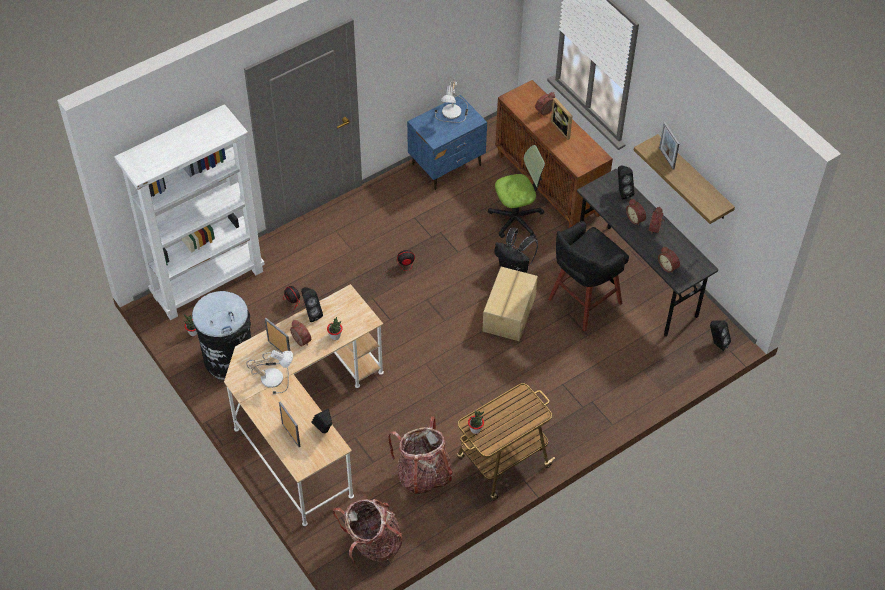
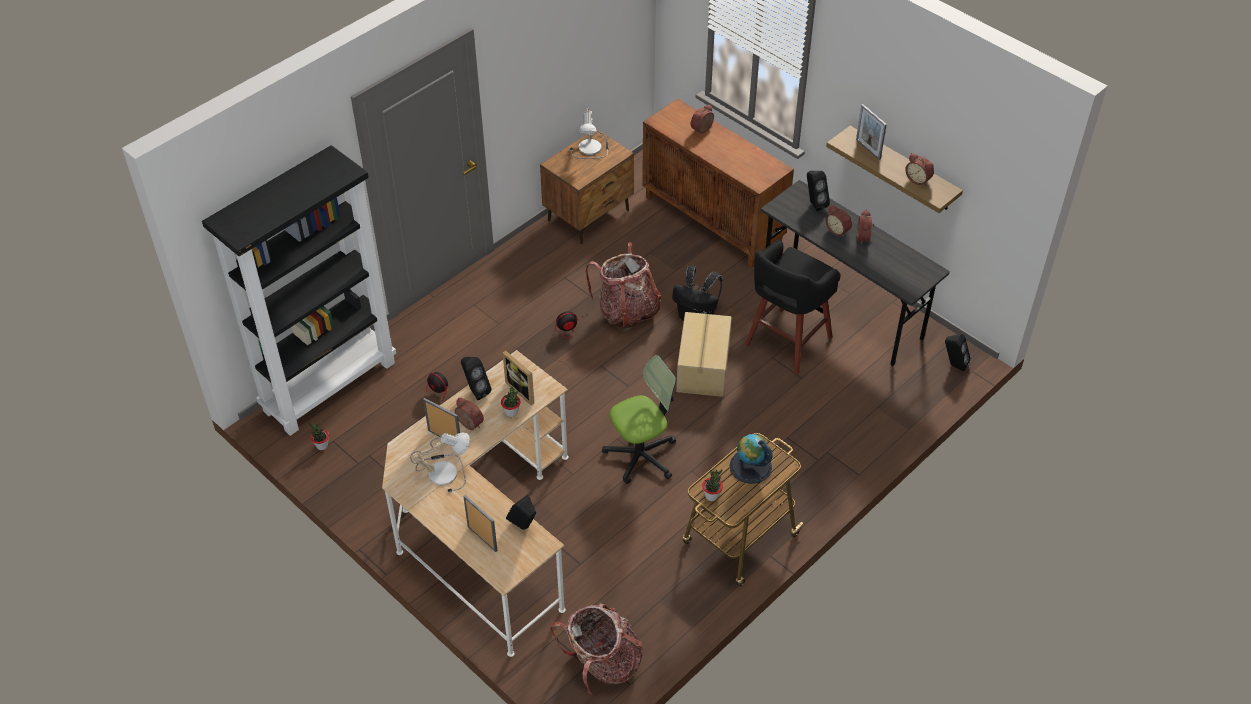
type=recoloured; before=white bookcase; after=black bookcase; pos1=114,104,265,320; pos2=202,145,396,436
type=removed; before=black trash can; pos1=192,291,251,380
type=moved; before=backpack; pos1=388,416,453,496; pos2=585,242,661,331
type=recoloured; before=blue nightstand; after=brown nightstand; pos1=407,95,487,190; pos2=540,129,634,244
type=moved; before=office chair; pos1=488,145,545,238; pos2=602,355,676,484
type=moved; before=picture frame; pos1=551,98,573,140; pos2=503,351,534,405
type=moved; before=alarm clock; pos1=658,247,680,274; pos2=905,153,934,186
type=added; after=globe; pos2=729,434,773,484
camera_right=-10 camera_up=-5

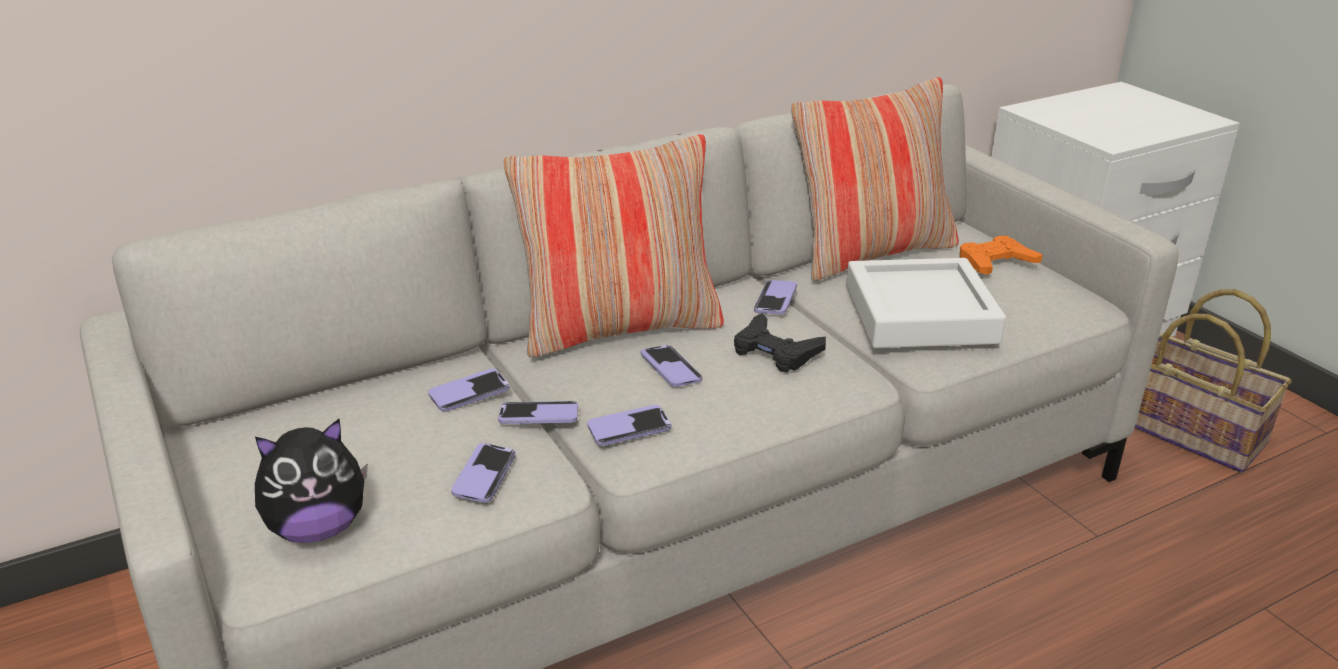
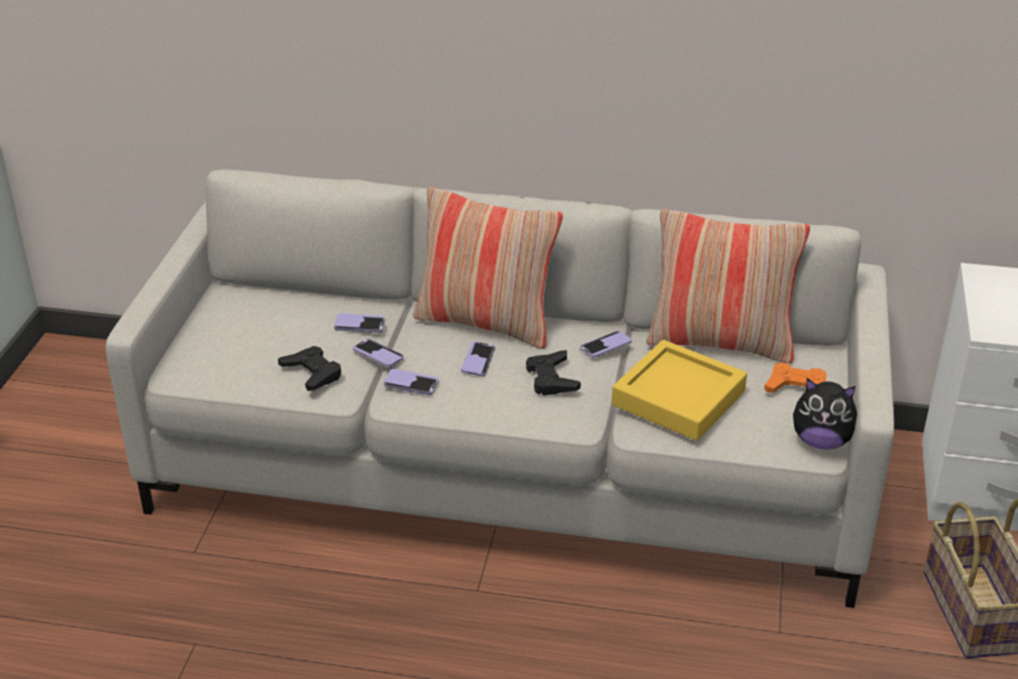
type=moved; before=plush toy; pos1=255,419,368,543; pos2=793,378,857,450
type=replaced; before=phone; after=black game controller; pos1=451,443,516,503; pos2=278,346,341,391
type=recoloured; before=white tray; after=yellow tray; pos1=846,258,1006,348; pos2=612,340,747,441
camera_right=40 camera_up=5

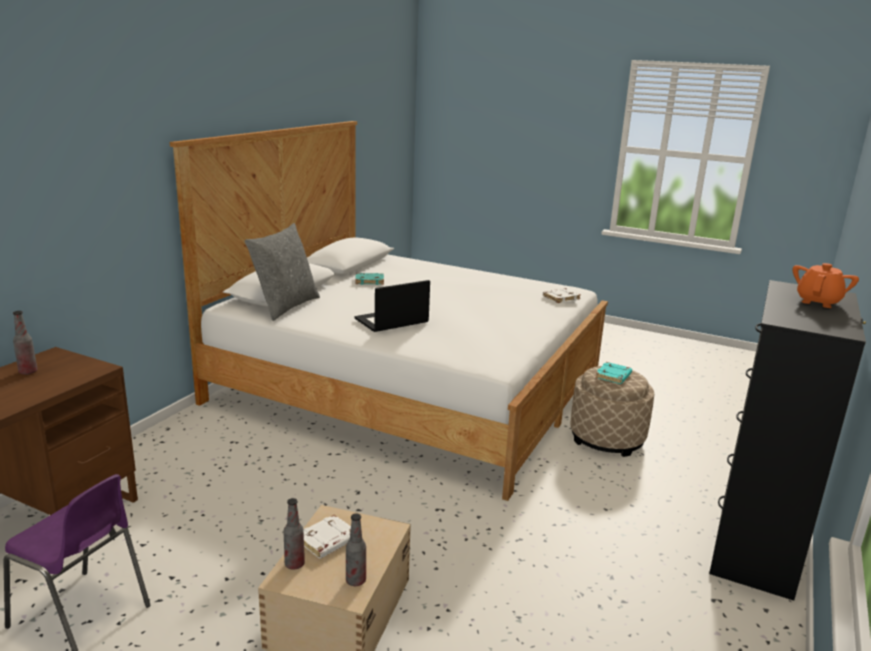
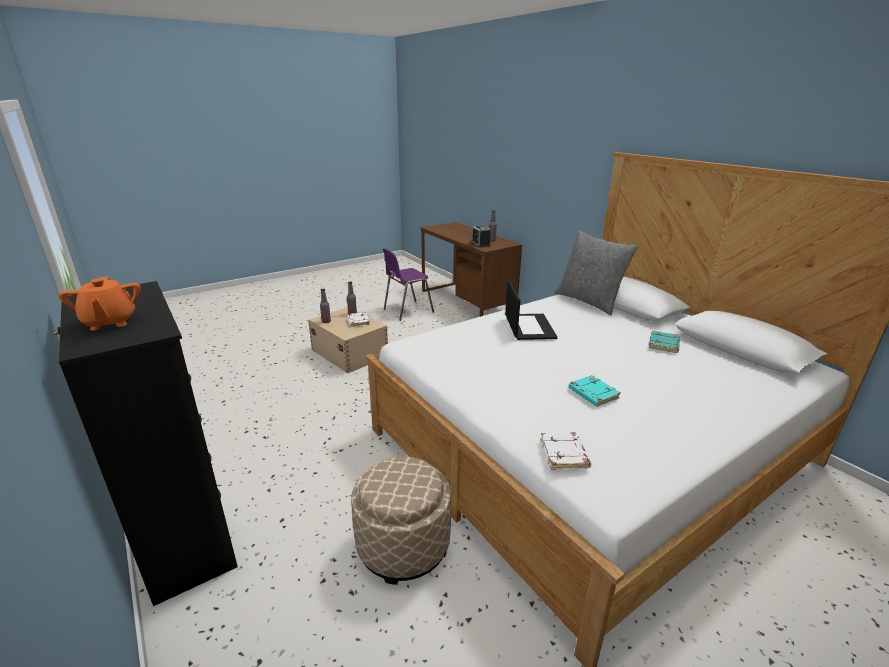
type=moved; before=turquoise book; pos1=595,362,632,384; pos2=569,375,621,407
type=added; after=alarm clock; pos2=471,226,491,248
camera_right=120 camera_up=5

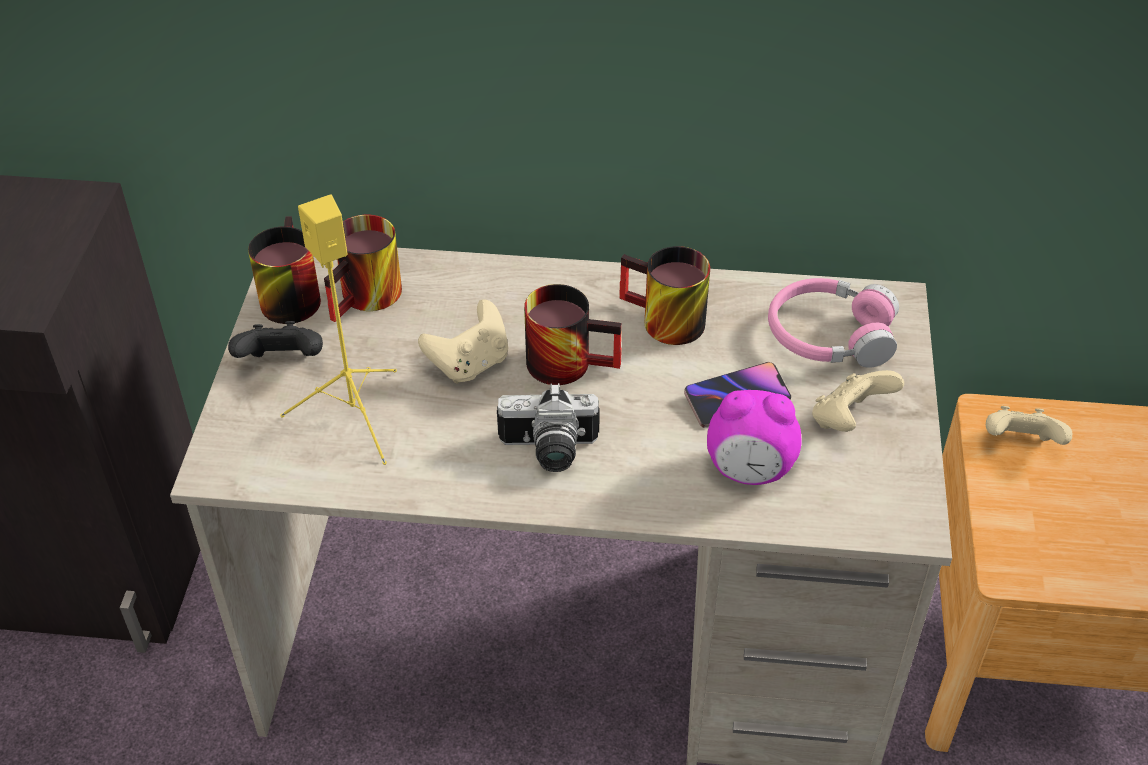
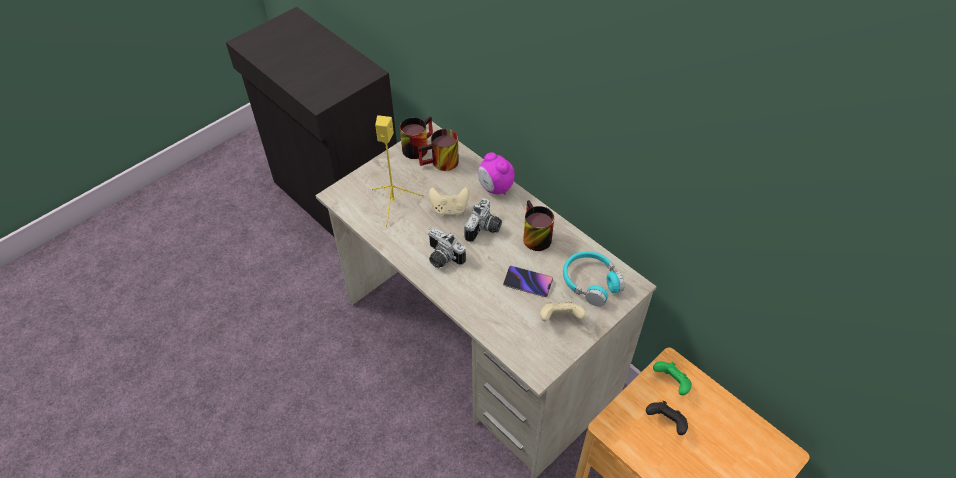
type=moved; before=black game controller; pos1=228,321,323,358; pos2=646,401,688,435
type=replaced; before=mug; after=photo camera; pos1=524,284,622,385; pos2=464,198,502,242
type=moved; before=alarm clock; pos1=707,390,802,485; pos2=478,152,515,195
type=recoloured; before=pink headphones; after=turquoise headphones; pos1=768,278,899,368; pos2=563,251,625,307
type=recoloured; before=beige game controller; after=green game controller; pos1=986,406,1072,445; pos2=653,361,692,395
camera_right=40 camera_up=5

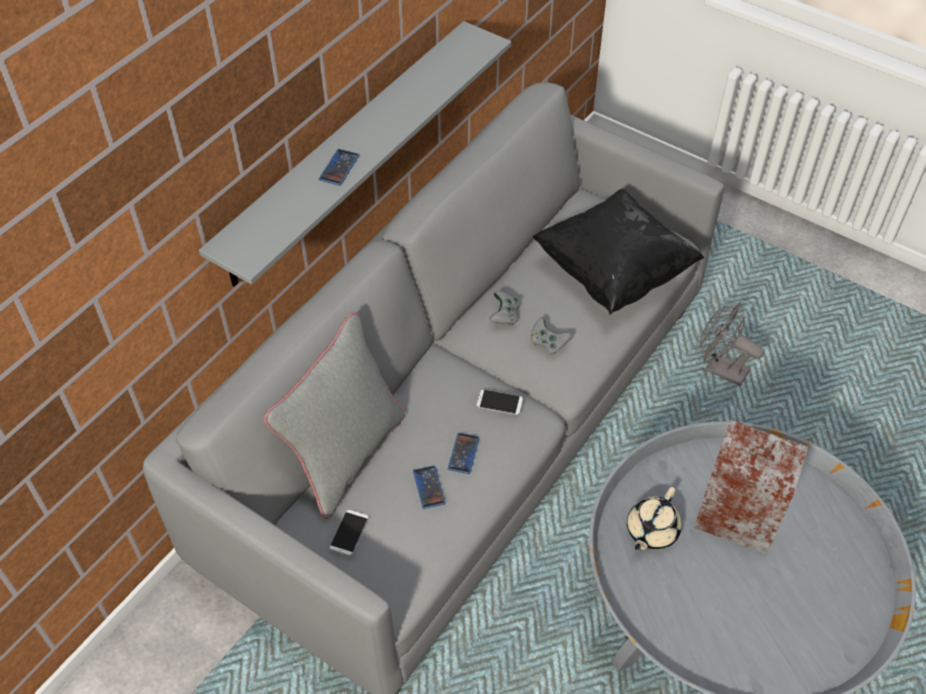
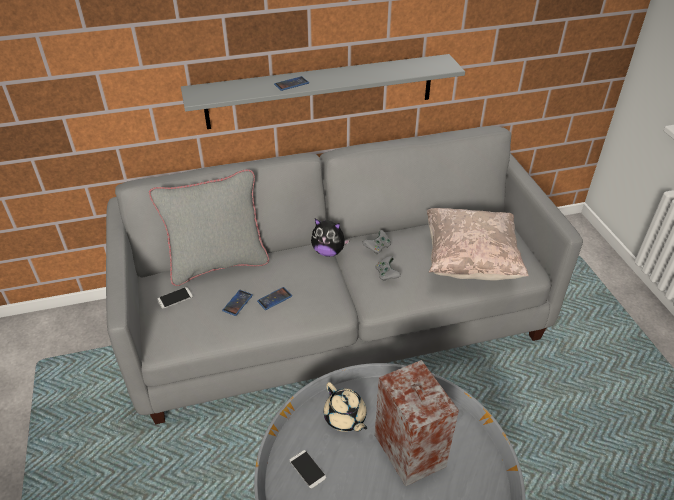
type=moved; before=phone; pos1=476,389,523,415; pos2=289,450,326,489
type=recoloured; before=black pillow; after=beige pillow; pos1=533,189,704,315; pos2=427,208,529,280
type=turned; before=beige teapot; pos1=627,487,682,550; pos2=324,382,367,432; turn=-105
type=removed; before=grey fan; pos1=700,302,764,386
type=added; after=plush toy; pos2=311,219,350,257
camera_right=40 camera_up=-10

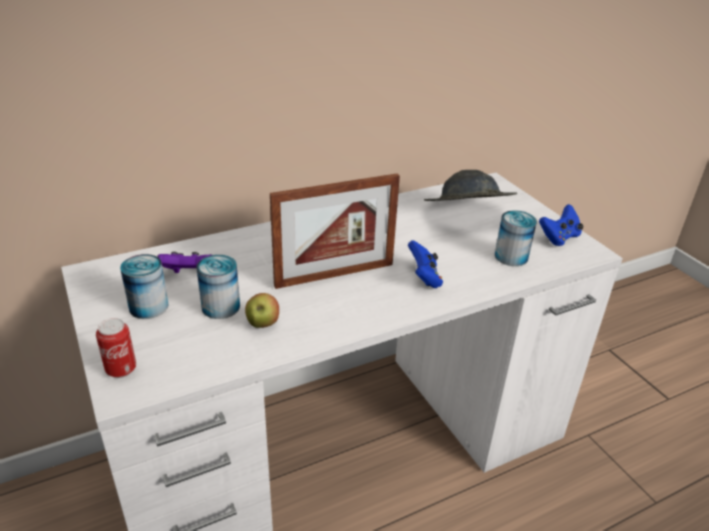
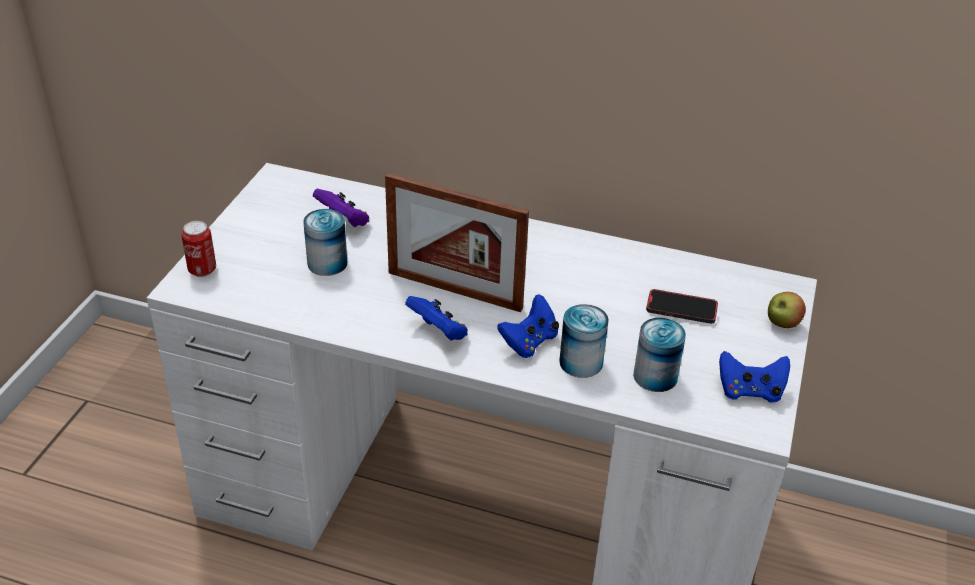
type=moved; before=can; pos1=120,254,168,319; pos2=559,304,609,378
type=moved; before=apple; pos1=245,293,279,328; pos2=768,292,806,328
type=replaced; before=grey hat; after=phone; pos1=424,170,517,201; pos2=646,289,718,324
type=added; after=blue game controller; pos2=405,296,468,341
camera_right=45 camera_up=5

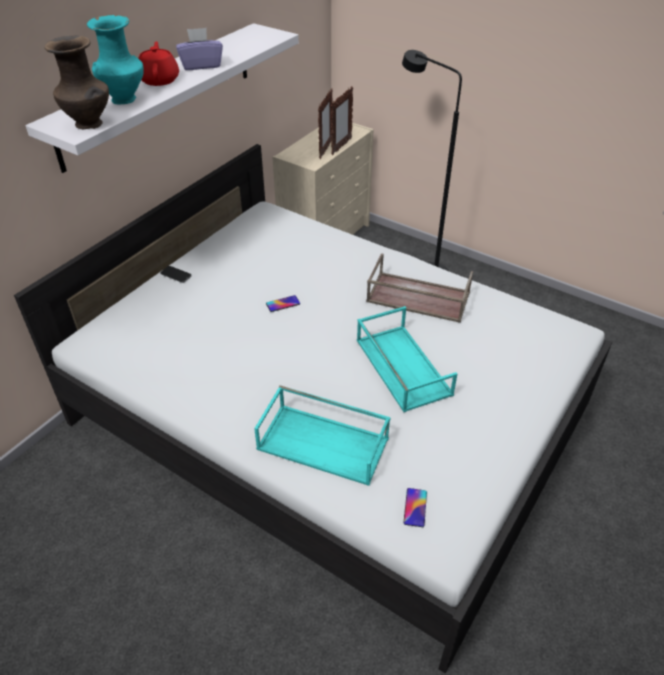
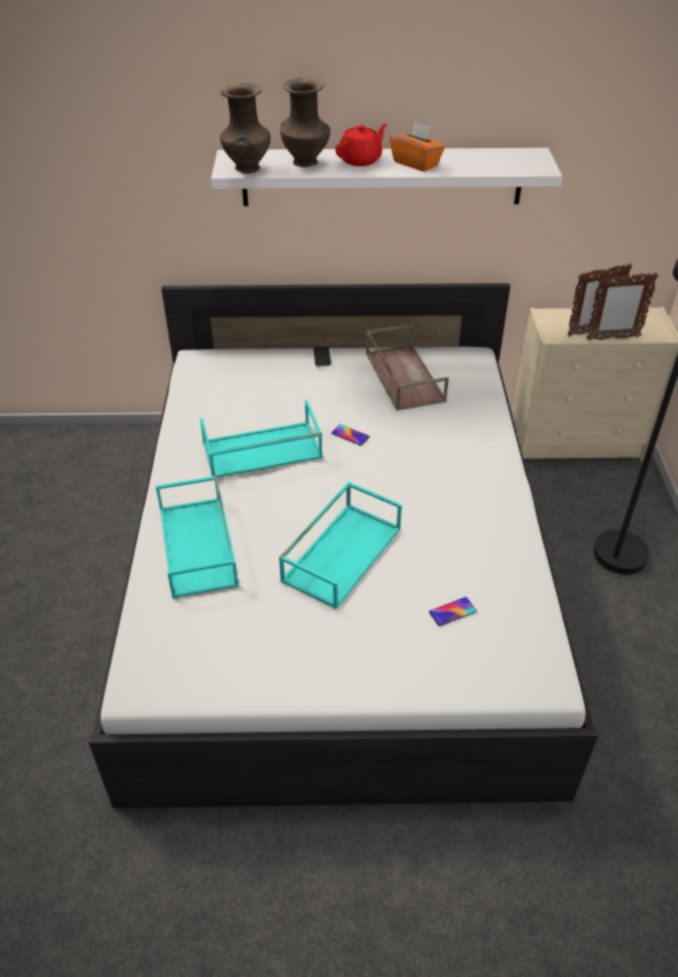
type=recoloured; before=turquoise vase; after=brown vase; pos1=87,15,144,105; pos2=280,78,331,167
type=recoloured; before=purple tissue box; after=orange tissue box; pos1=176,28,223,70; pos2=390,121,445,172
type=moved; before=brown tray; pos1=366,253,473,323; pos2=366,324,449,411
type=moved; before=phone; pos1=403,488,427,527; pos2=429,597,477,626
type=added; after=turquoise tray; pos2=200,400,323,478
camera_right=55 camera_up=0

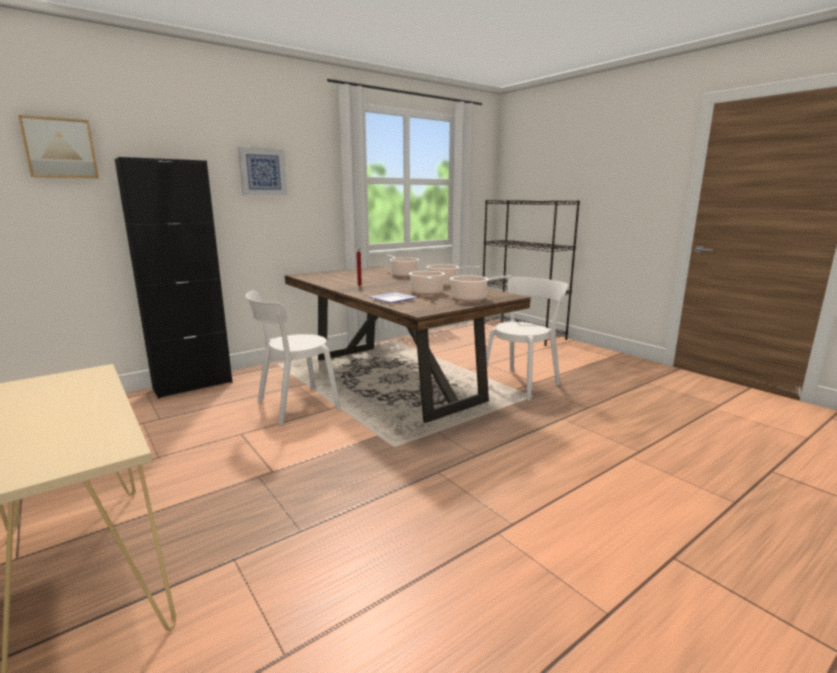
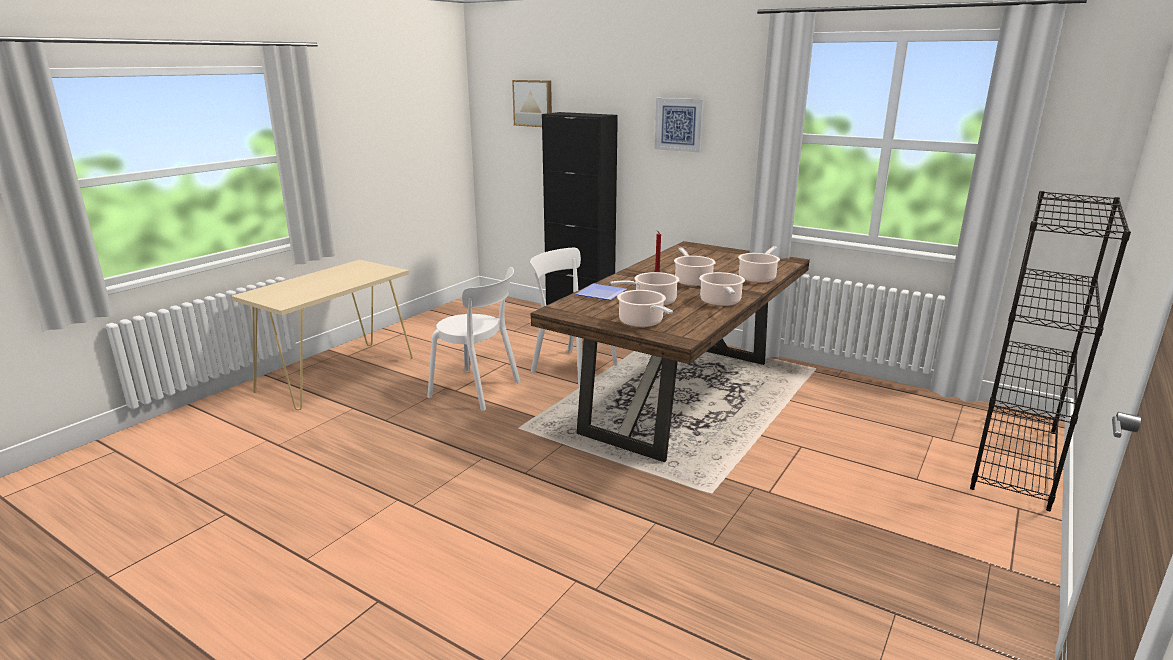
type=moved; before=white chair; pos1=486,277,568,400; pos2=427,267,521,411
type=added; after=cooking pot; pos2=674,248,716,286
camera_right=70 camera_up=5

